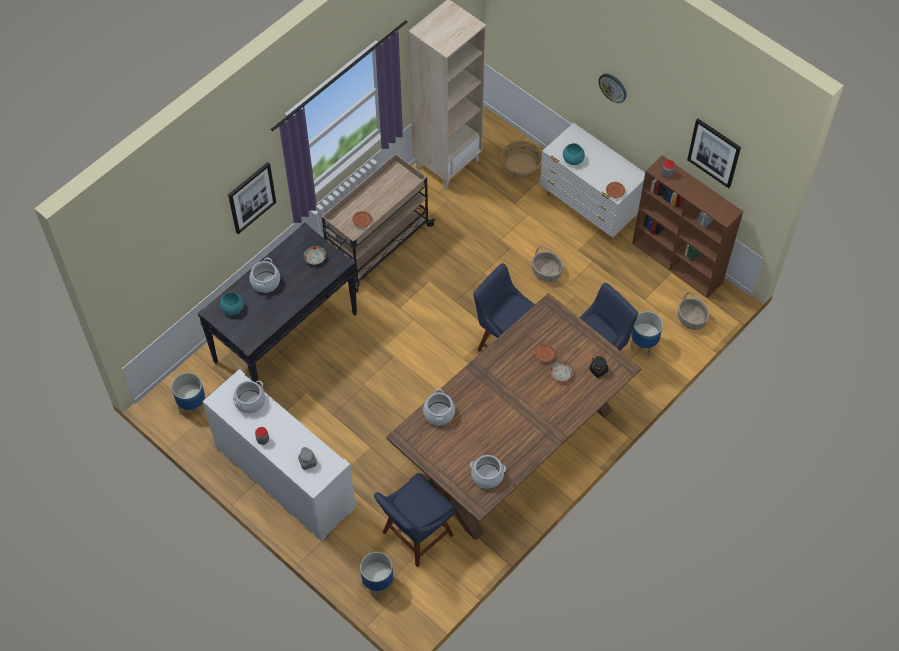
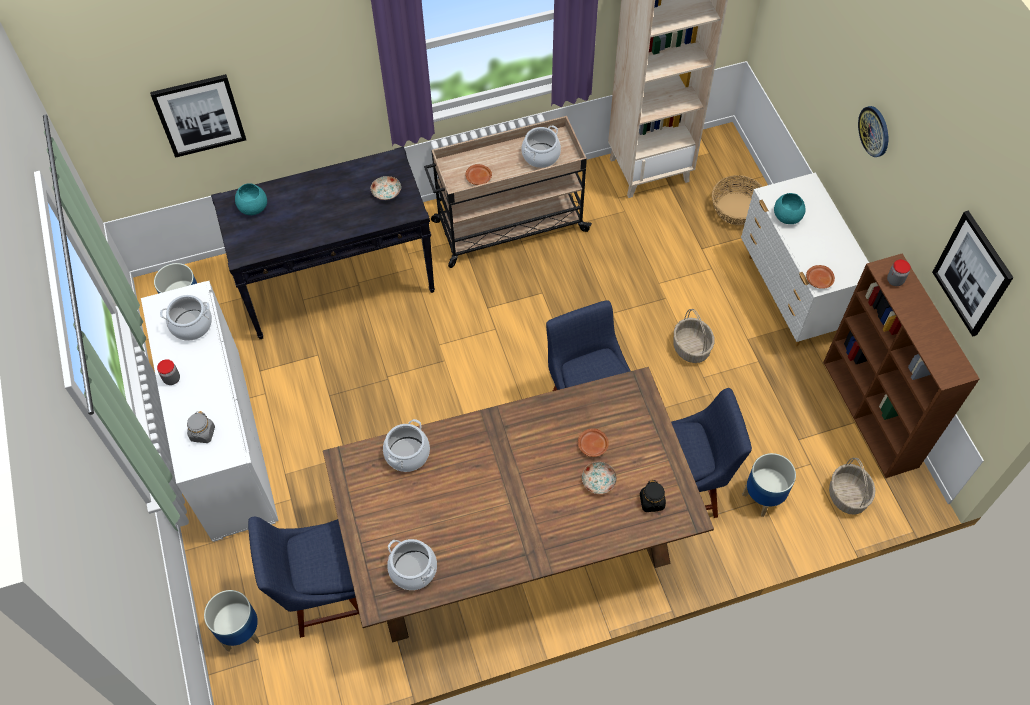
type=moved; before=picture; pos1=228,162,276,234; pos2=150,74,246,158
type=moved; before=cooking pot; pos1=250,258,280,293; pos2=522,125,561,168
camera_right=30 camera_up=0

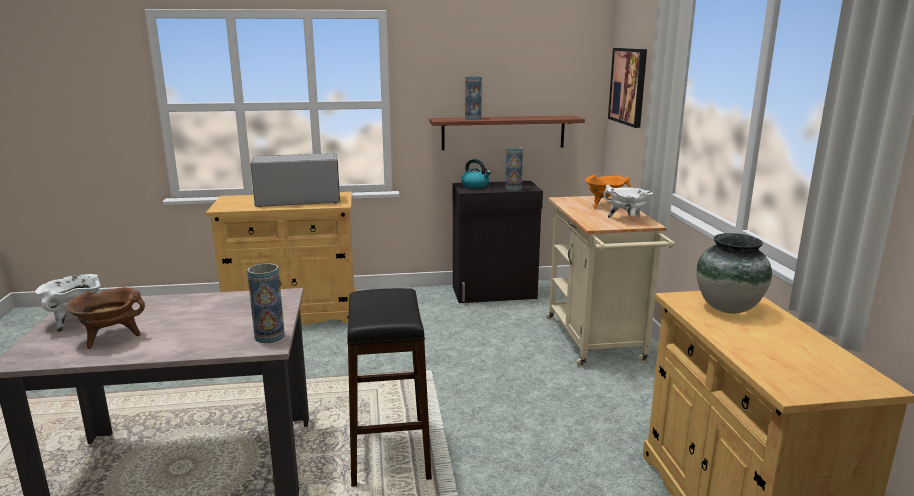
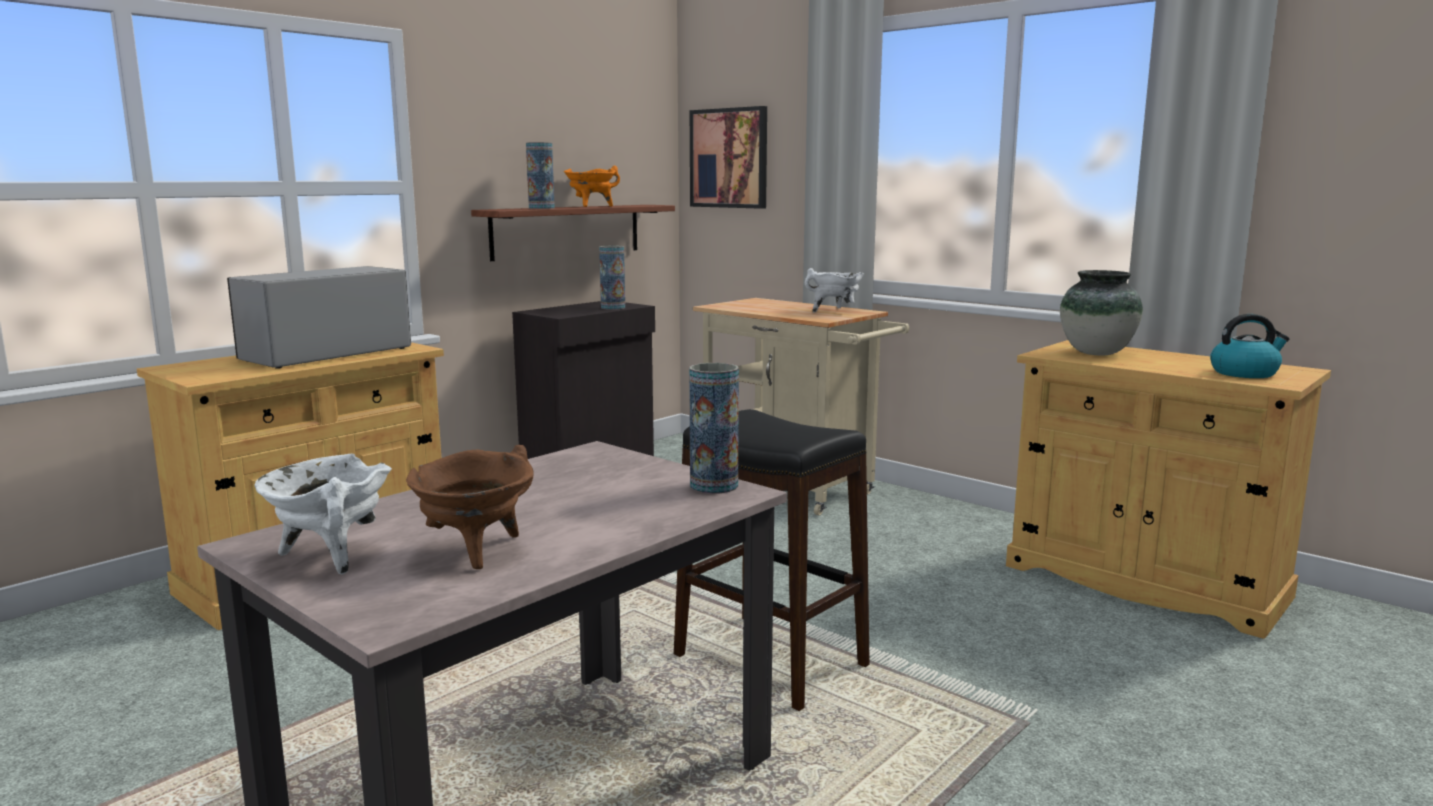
type=moved; before=kettle; pos1=461,159,491,189; pos2=1210,314,1290,378
type=moved; before=orange cooking pot; pos1=585,175,631,209; pos2=564,166,620,207
camera_right=-40 camera_up=-5

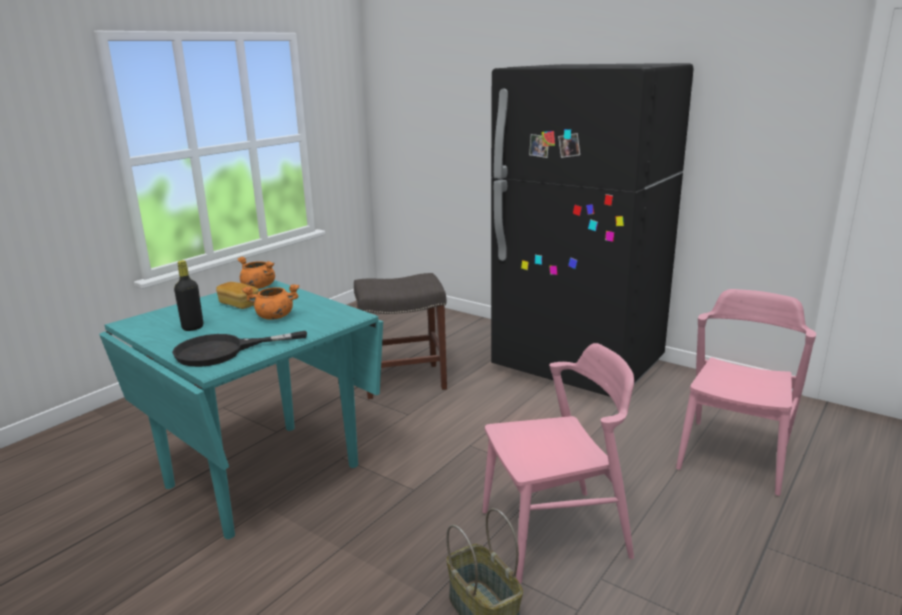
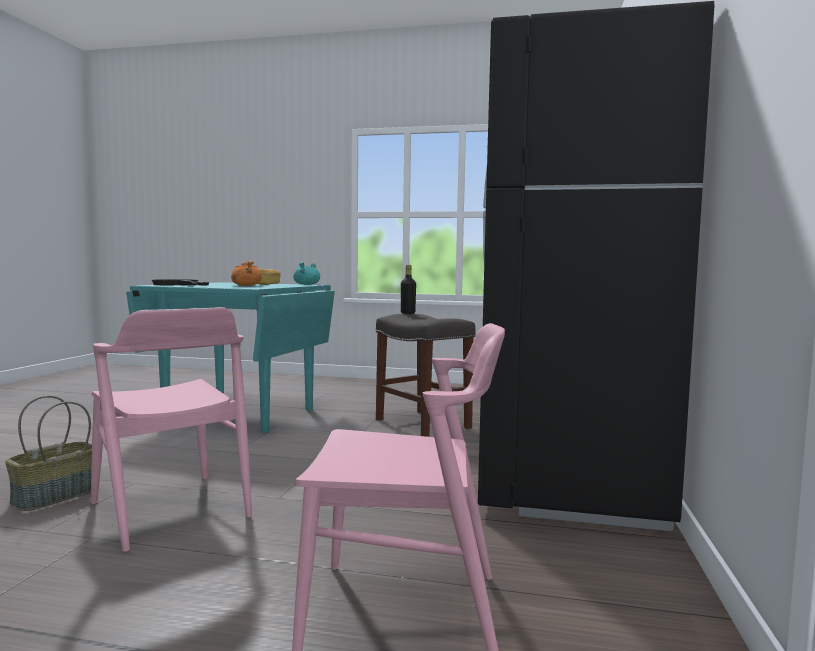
type=moved; before=black bottle; pos1=174,260,203,331; pos2=401,265,416,314
type=recoloured; before=orange cooking pot; after=turquoise cooking pot; pos1=237,257,275,289; pos2=293,262,320,285
camera_right=65 camera_up=-15

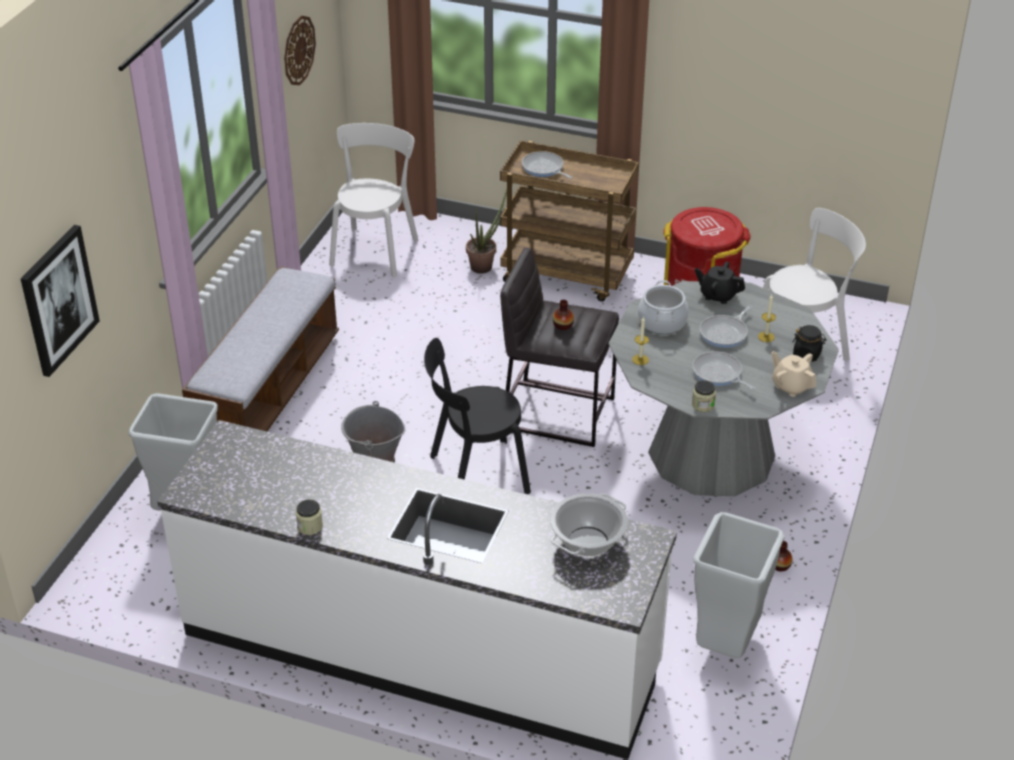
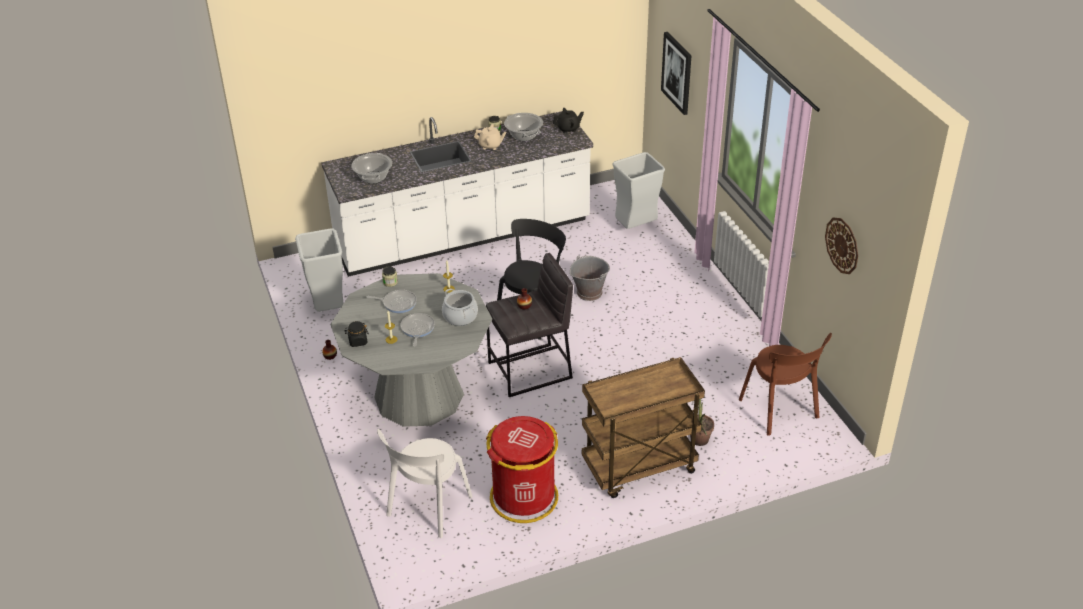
type=removed; before=bench; pos1=182,266,339,431
type=recoloured; before=white chair; after=brown chair; pos1=329,123,418,277; pos2=739,333,832,436
type=removed; before=frying pan; pos1=522,151,572,179
type=moved; before=black teapot; pos1=695,261,745,304; pos2=553,108,584,133
type=moved; before=beige teapot; pos1=771,351,816,397; pos2=474,124,506,150
type=added; after=cooking pot; pos2=504,113,543,141
camera_right=140 camera_up=0

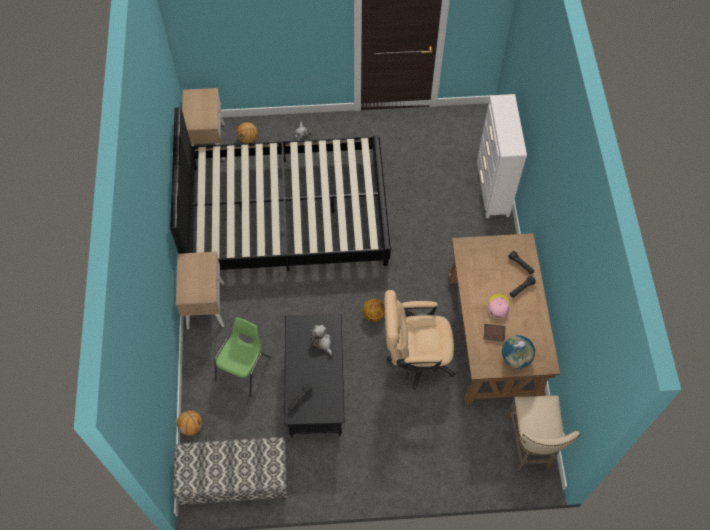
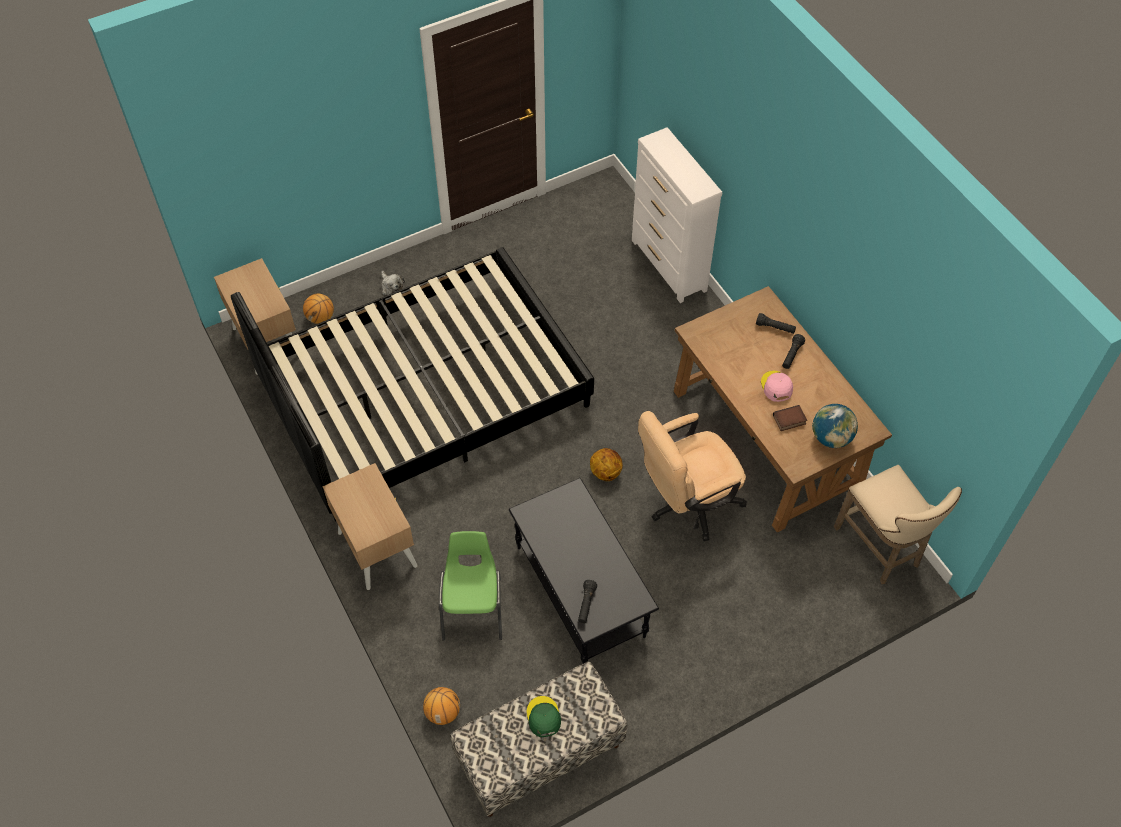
type=removed; before=plush toy; pos1=310,325,332,355
type=added; after=green cap; pos2=527,696,561,737
camera_right=-25 camera_up=-5

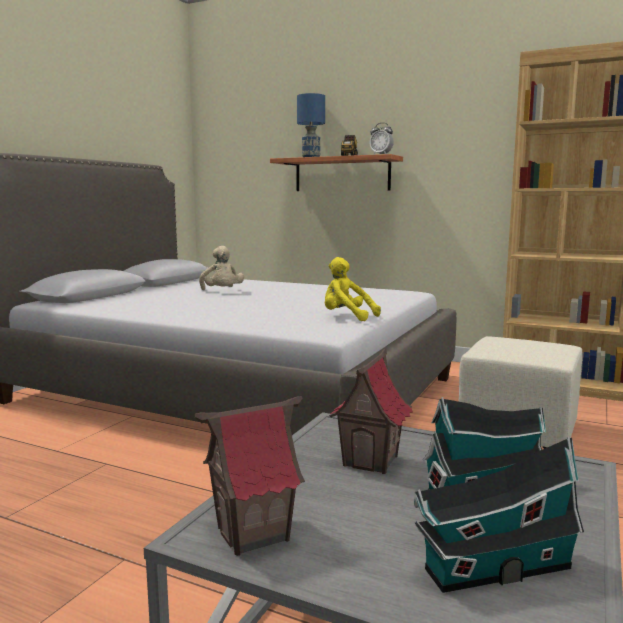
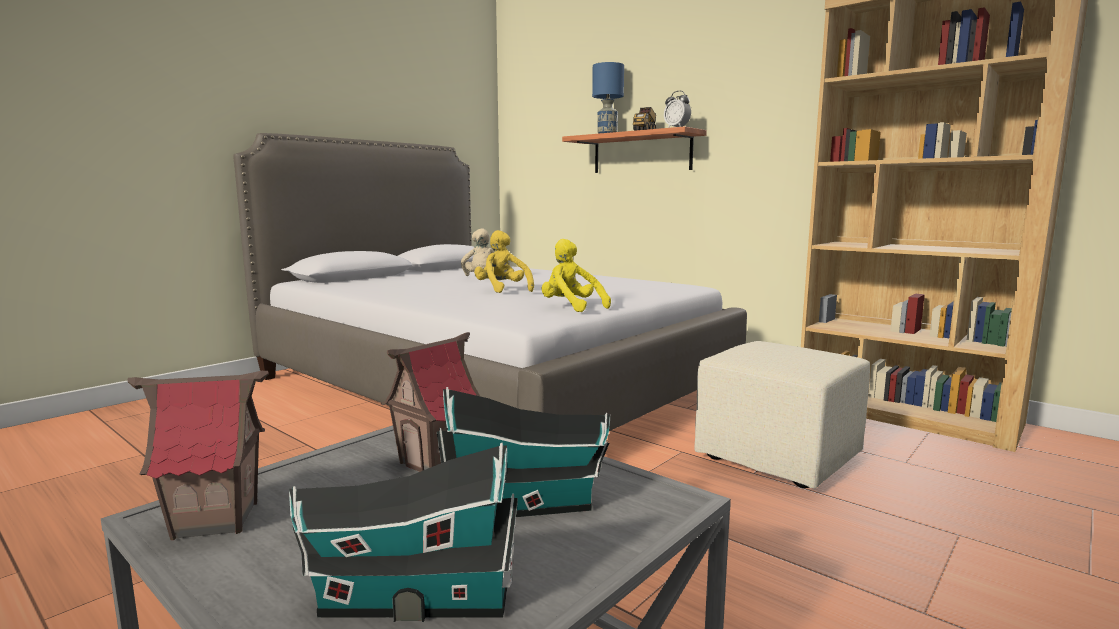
type=added; after=yellow plush toy; pos2=474,230,534,293
camera_right=15 camera_up=0

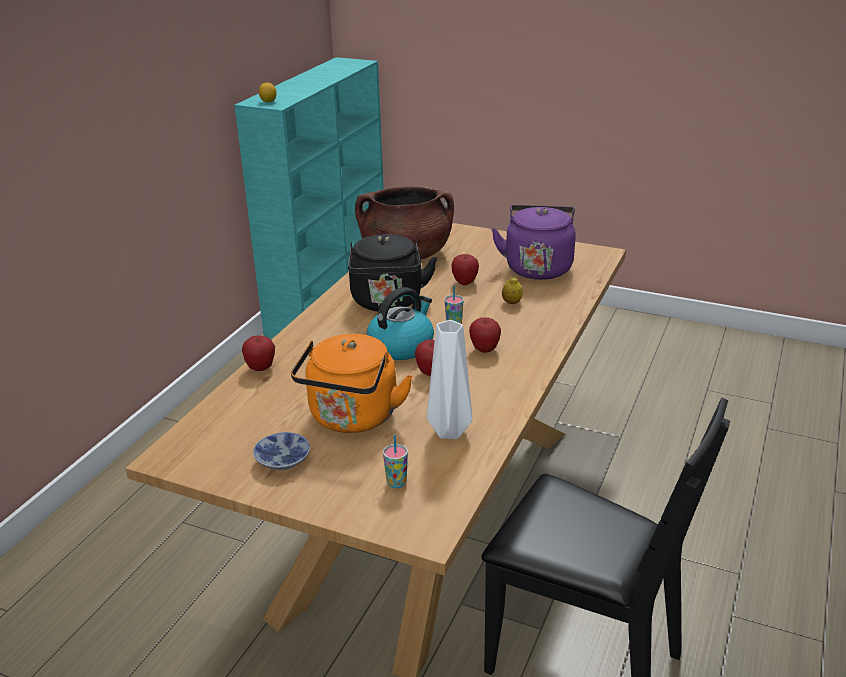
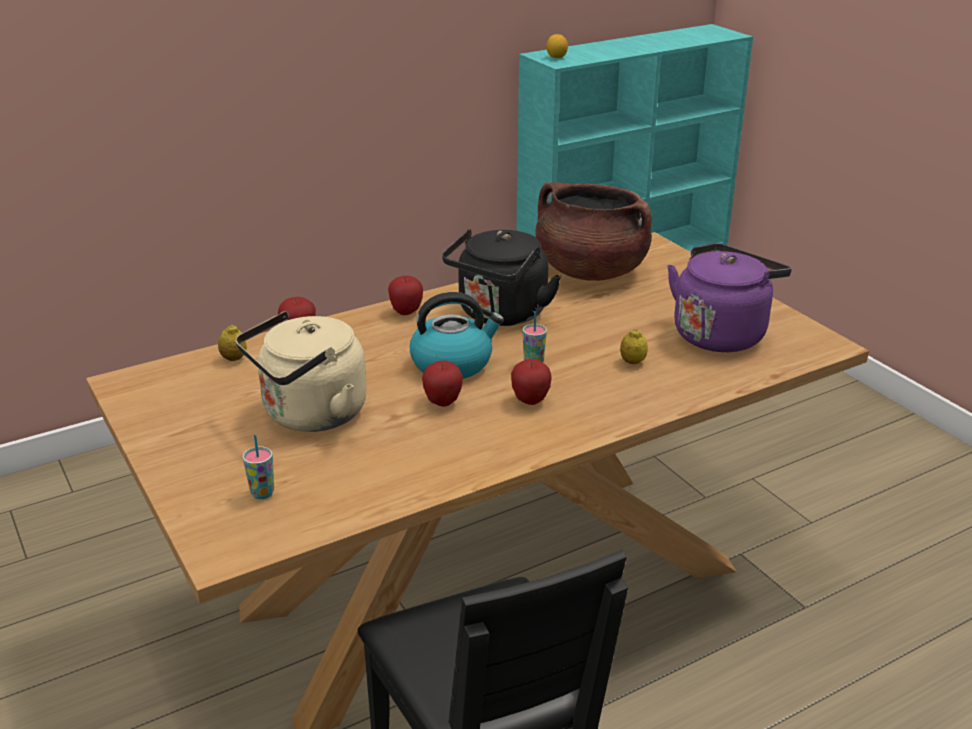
type=removed; before=bowl; pos1=253,432,310,470
type=recoloured; before=orange kettle; after=beige kettle; pos1=291,334,413,433; pos2=235,311,367,432
type=removed; before=white vase; pos1=427,320,472,439
type=moved; before=apple; pos1=451,254,479,285; pos2=388,276,423,315
type=added; after=lemon; pos2=218,325,247,361
camera_right=35 camera_up=0

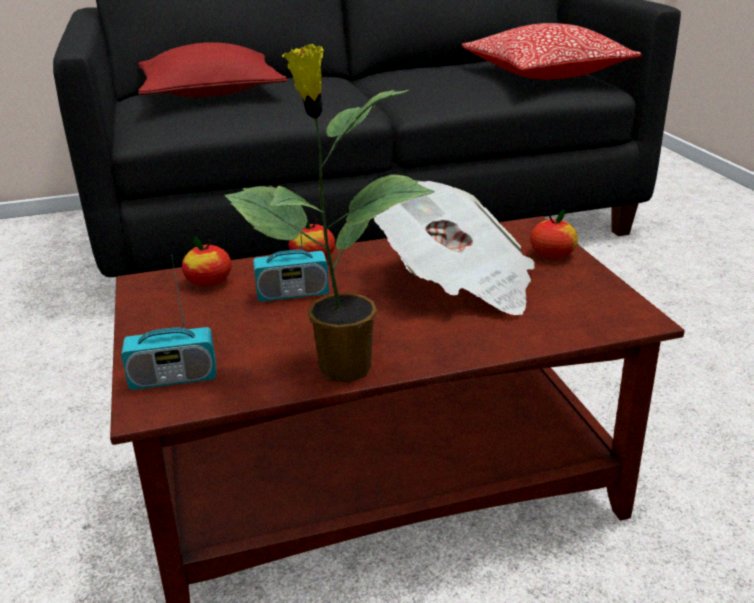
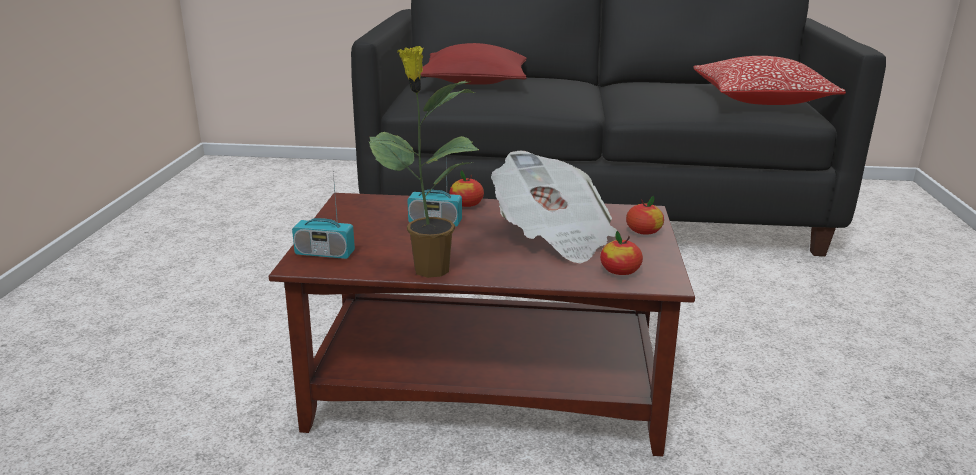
type=moved; before=apple; pos1=182,236,232,286; pos2=600,231,643,275
camera_right=20 camera_up=-5

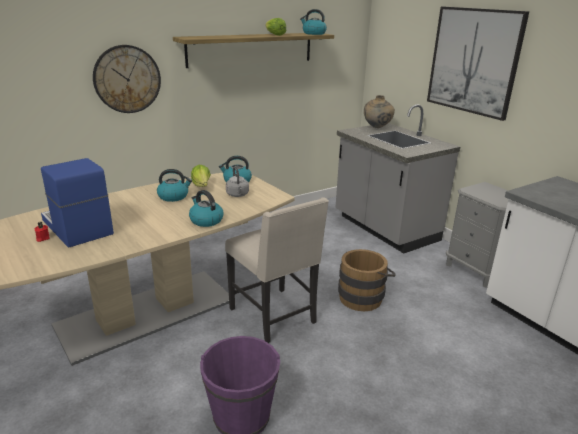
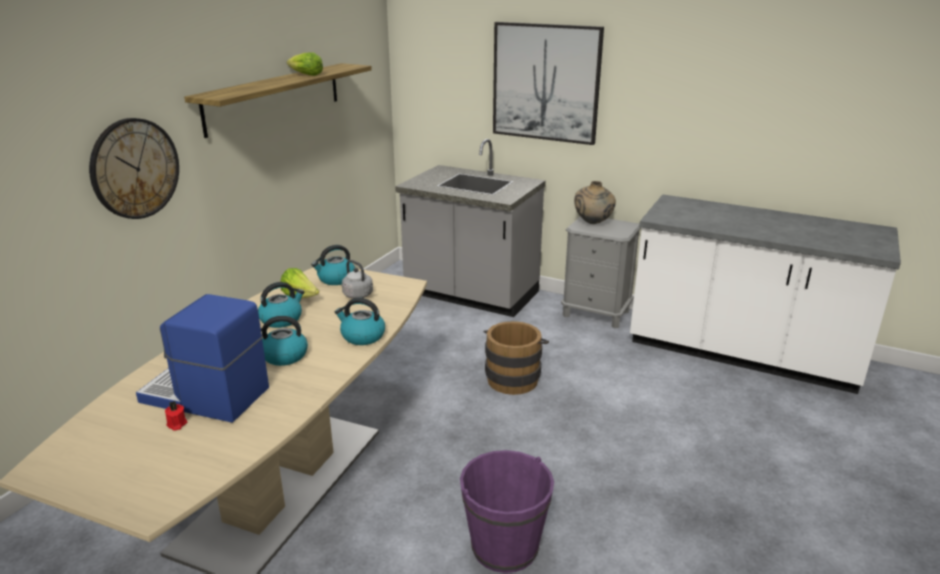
type=removed; before=beige chair; pos1=225,197,329,343
type=moved; before=kettle; pos1=300,9,327,35; pos2=261,316,308,366
type=moved; before=beige vase; pos1=364,95,395,128; pos2=574,181,616,224
camera_right=-30 camera_up=0

